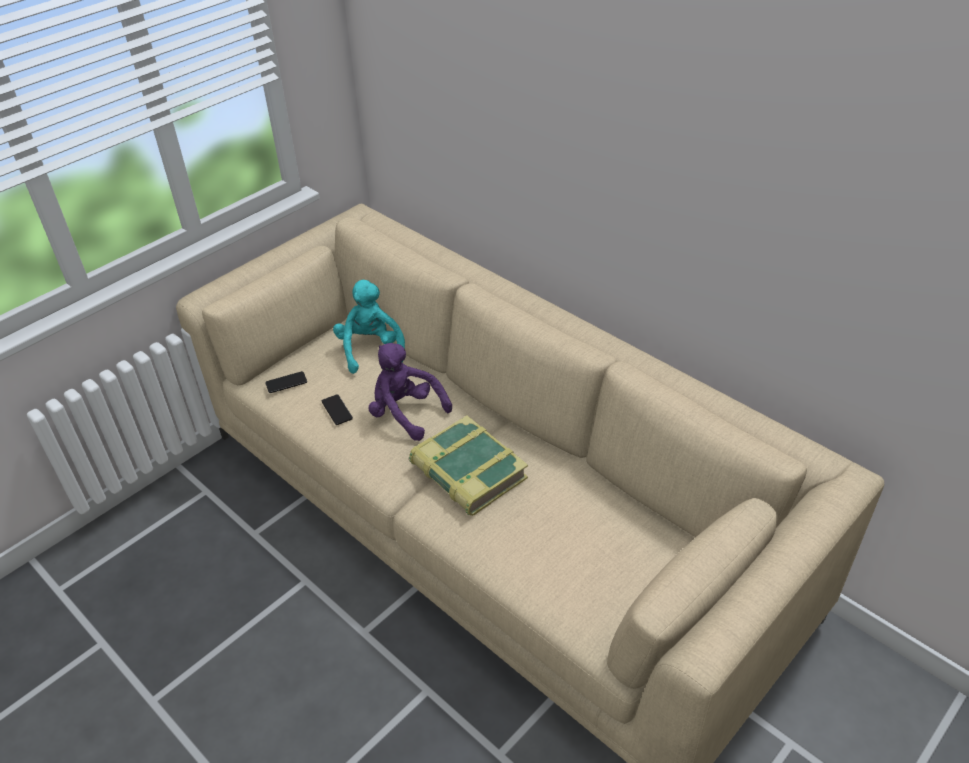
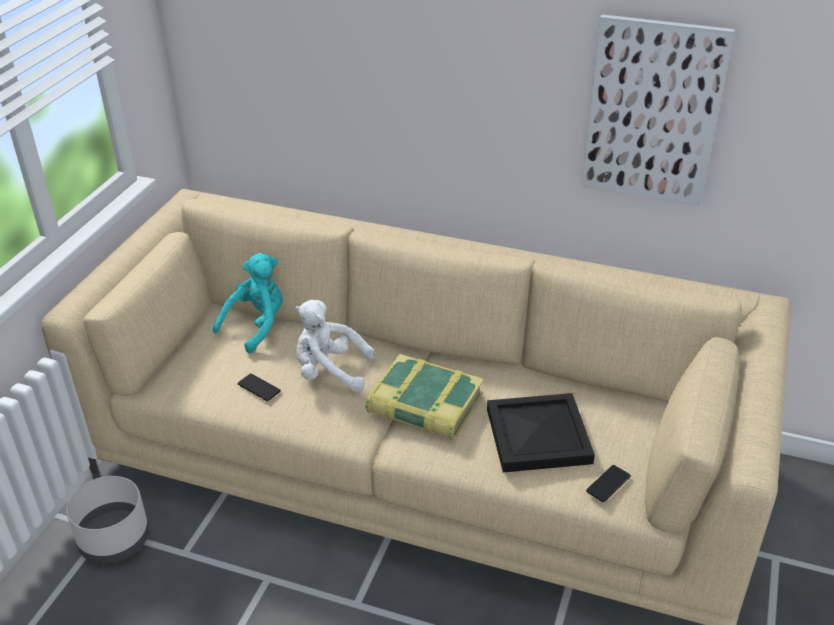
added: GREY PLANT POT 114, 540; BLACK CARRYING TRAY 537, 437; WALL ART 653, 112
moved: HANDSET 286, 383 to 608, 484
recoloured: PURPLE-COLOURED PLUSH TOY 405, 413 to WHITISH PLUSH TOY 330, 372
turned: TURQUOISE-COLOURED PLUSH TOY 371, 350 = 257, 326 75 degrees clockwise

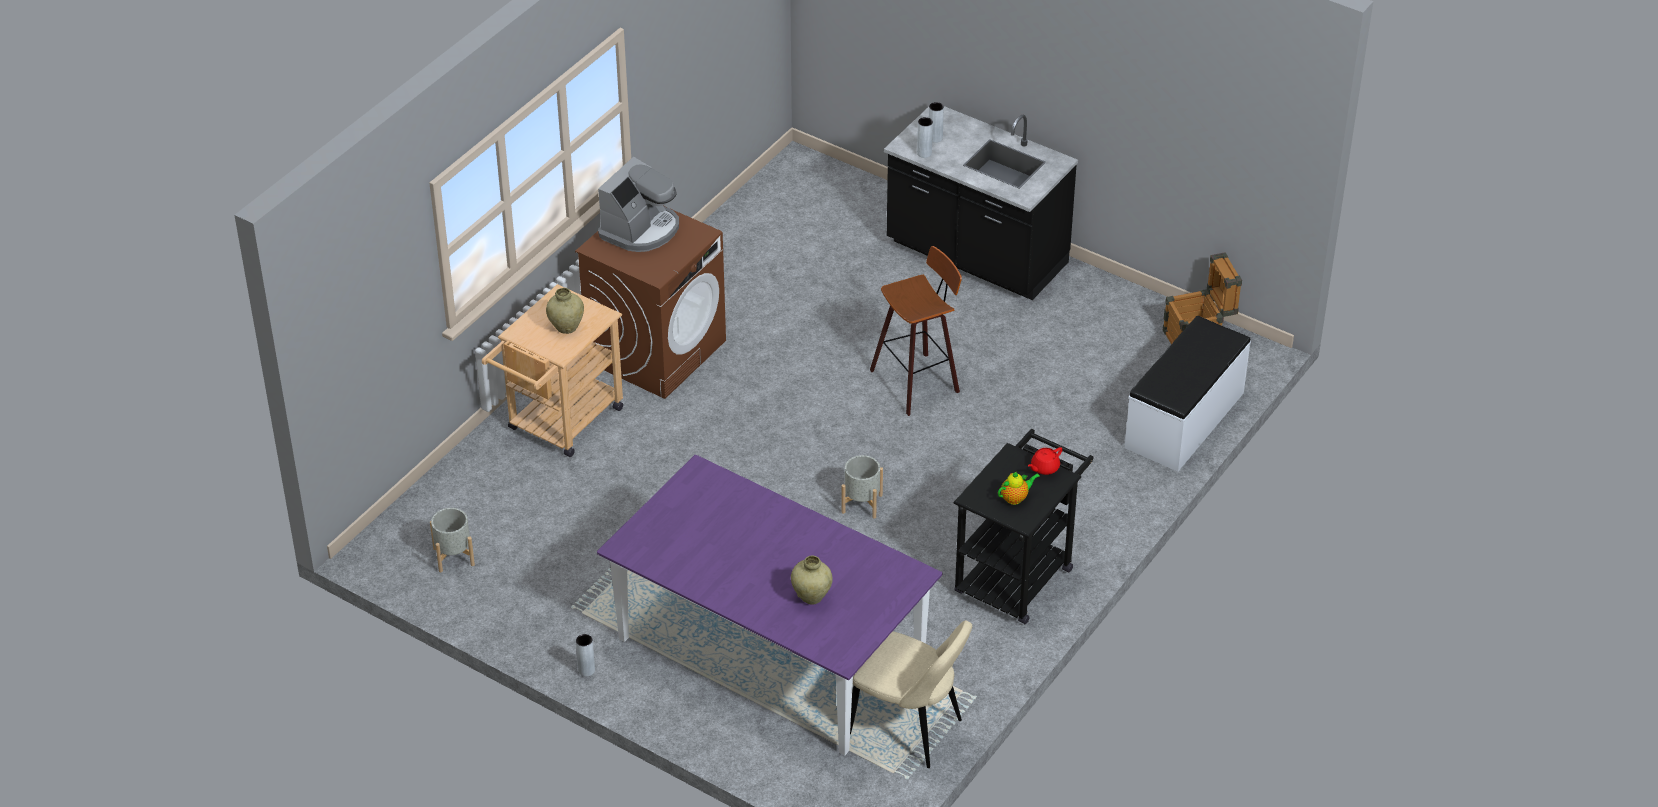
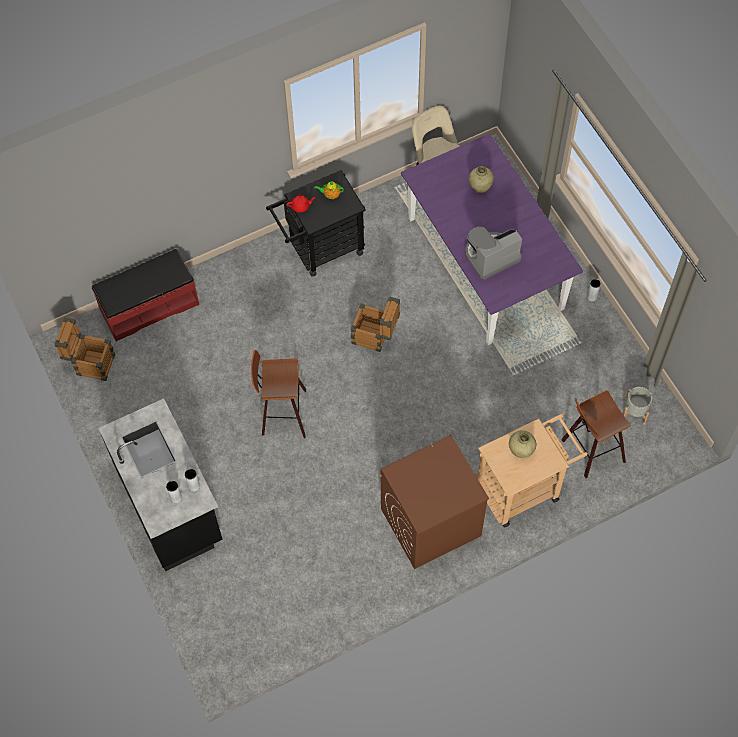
added: STOOL 590, 450
moved: COFFEE MACHINE 641, 230 to 490, 256
replaced: GREY PLANT POT 862, 504 to PACKING CRATE 375, 337
recoloured: WHITISH INDOOR BENCH 1185, 420 to RED-COLOURED INDOOR BENCH 149, 307

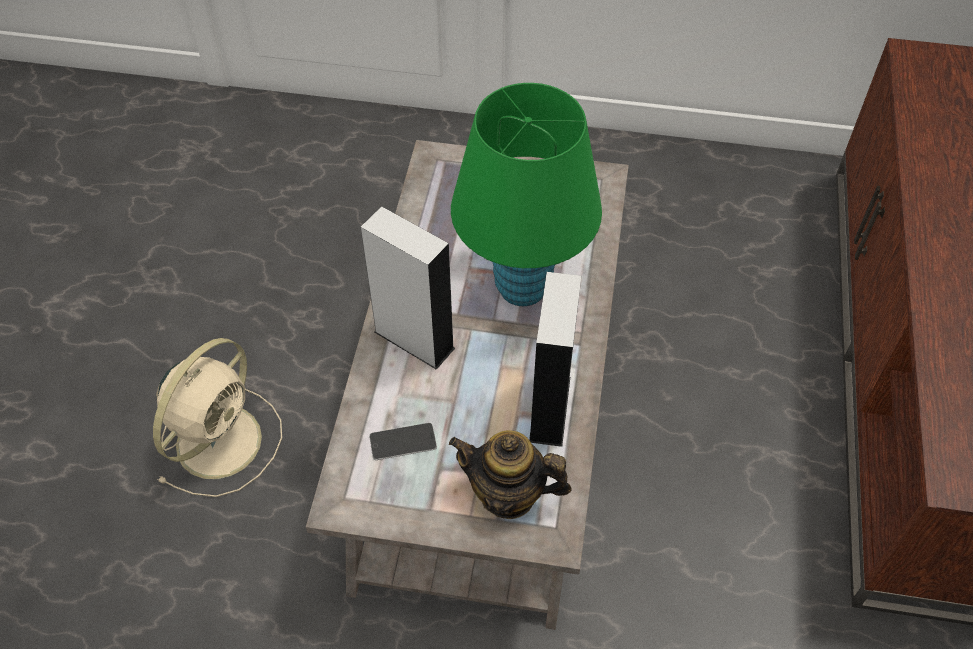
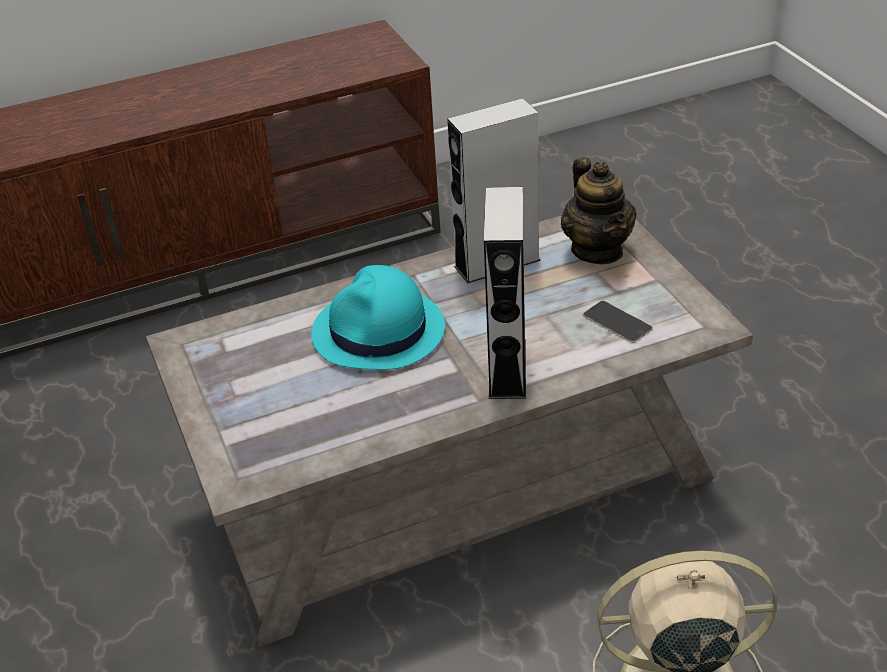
replaced: GREEN-COLOURED LAMP FOR A TABLE 522, 287 to TURQUOISE-COLOURED WEARABLE HAT 379, 332

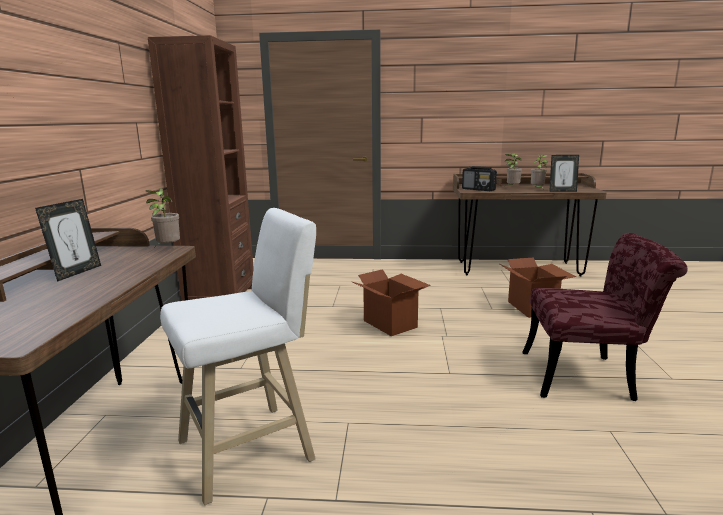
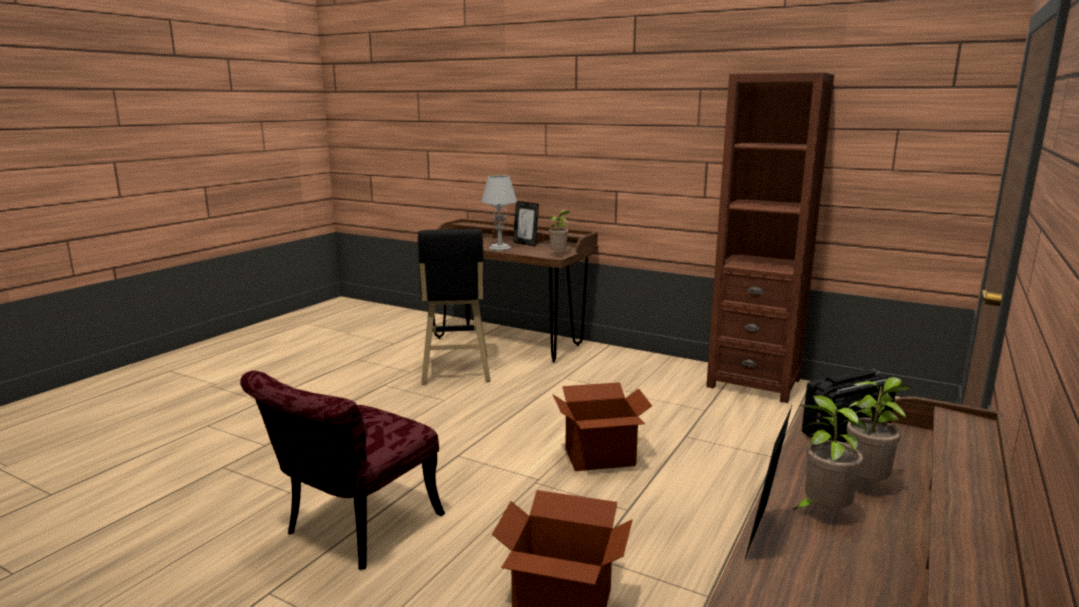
added: GREY LAMP FOR A TABLE 499, 248
recoloured: WHITISH STOOL 252, 448 to BLACK STOOL 455, 372

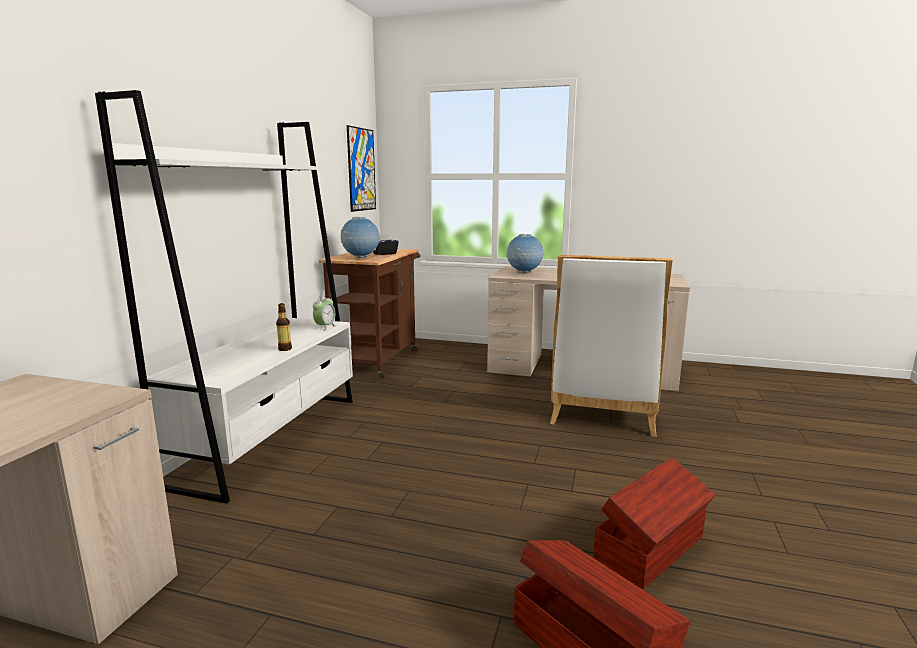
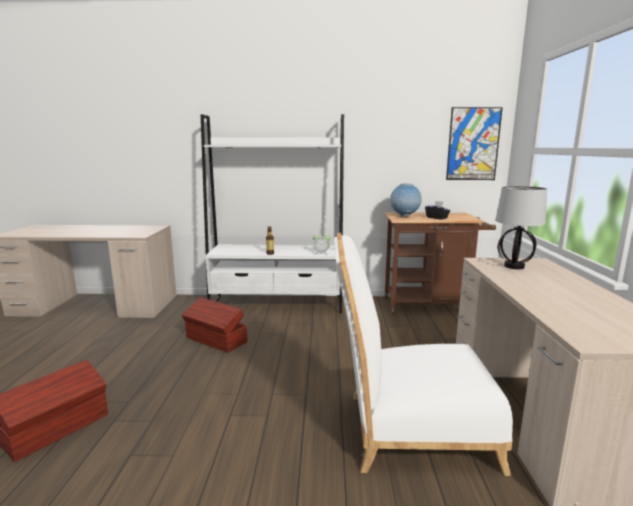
moved: BROWN-COLOURED STORAGE BOX 652, 548 to 216, 340
replaced: DESK GLOBE 524, 273 to LAMP FOR A TABLE 514, 266

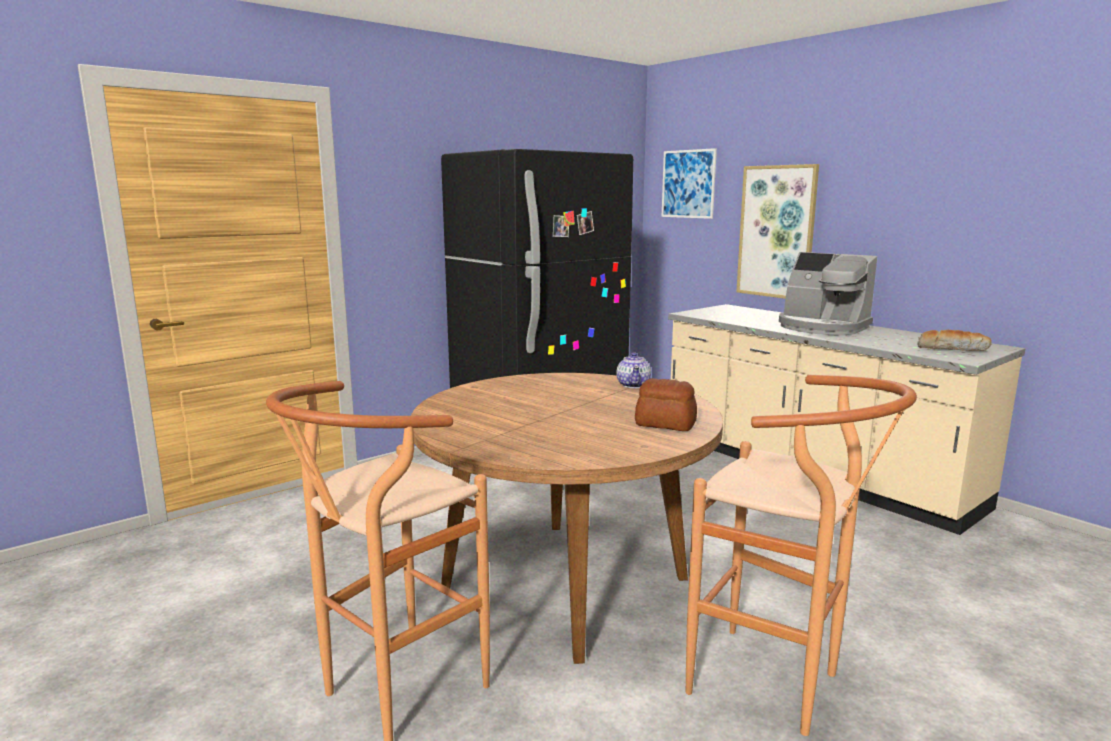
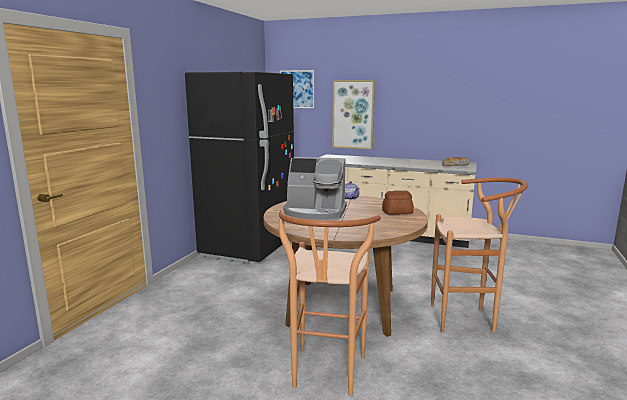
moved: COFFEE MACHINE 822, 327 to 315, 213

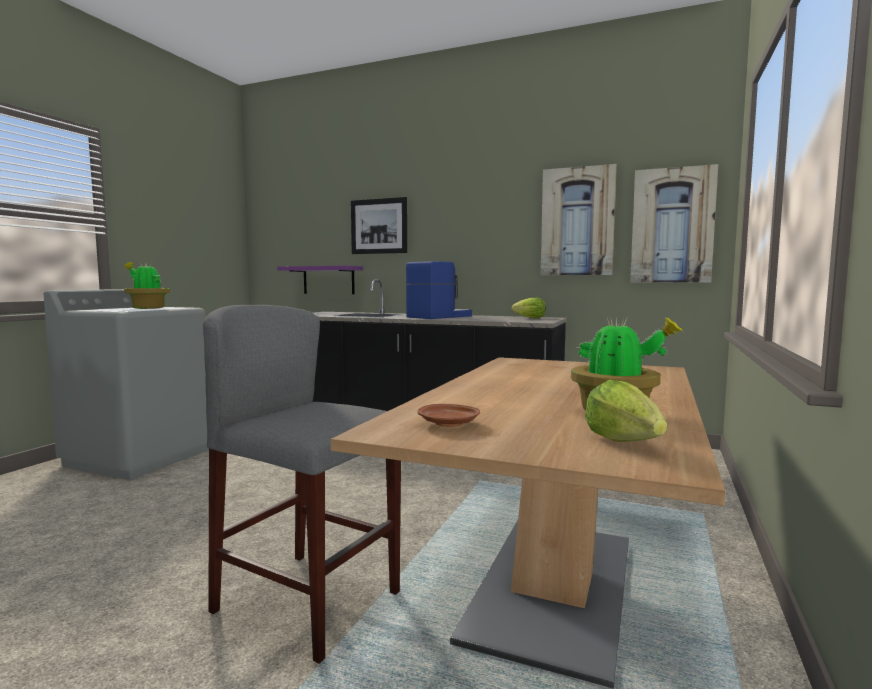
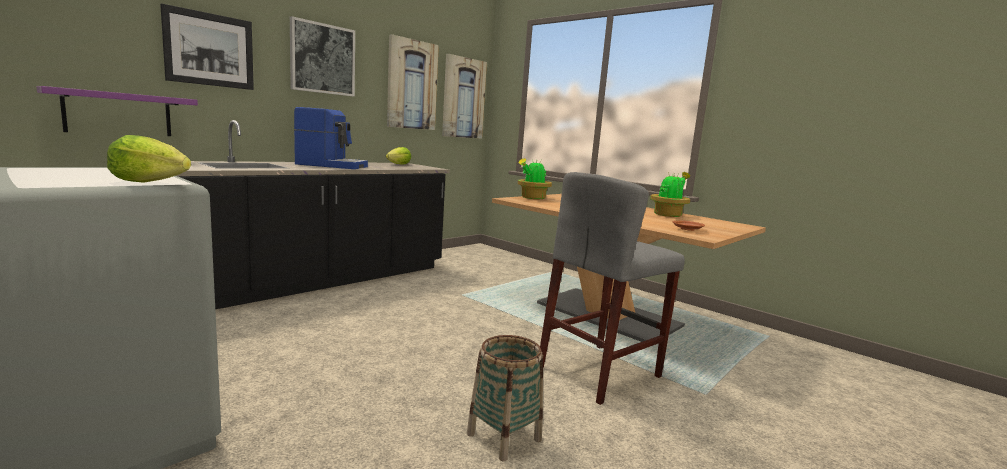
added: WALL ART 322, 59; HOUSEHOLD BASKET 504, 437
moved: HEAD OF LETTUCE 623, 441 to 149, 182; PLANT IN A POT 147, 308 to 532, 198
turned: COFFEE MACHINE 438, 316 = 331, 165 120 degrees clockwise

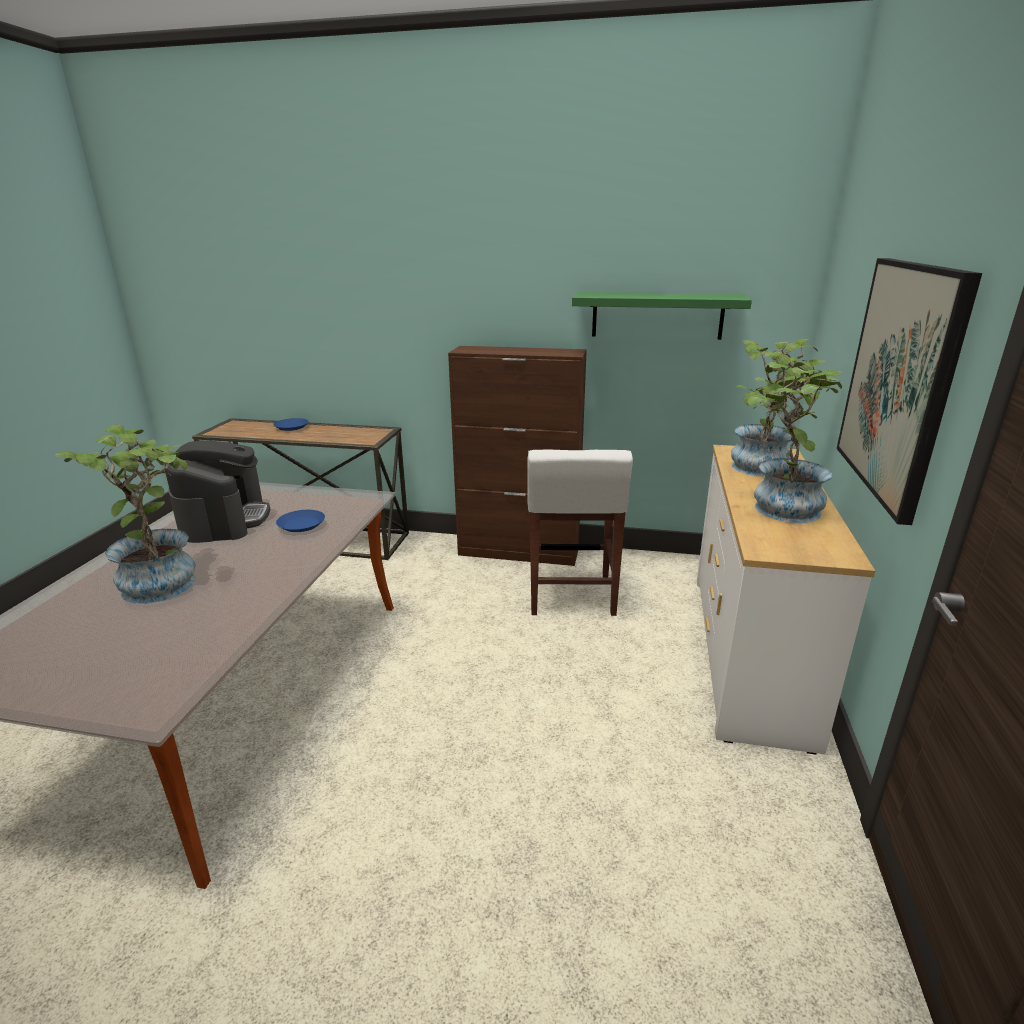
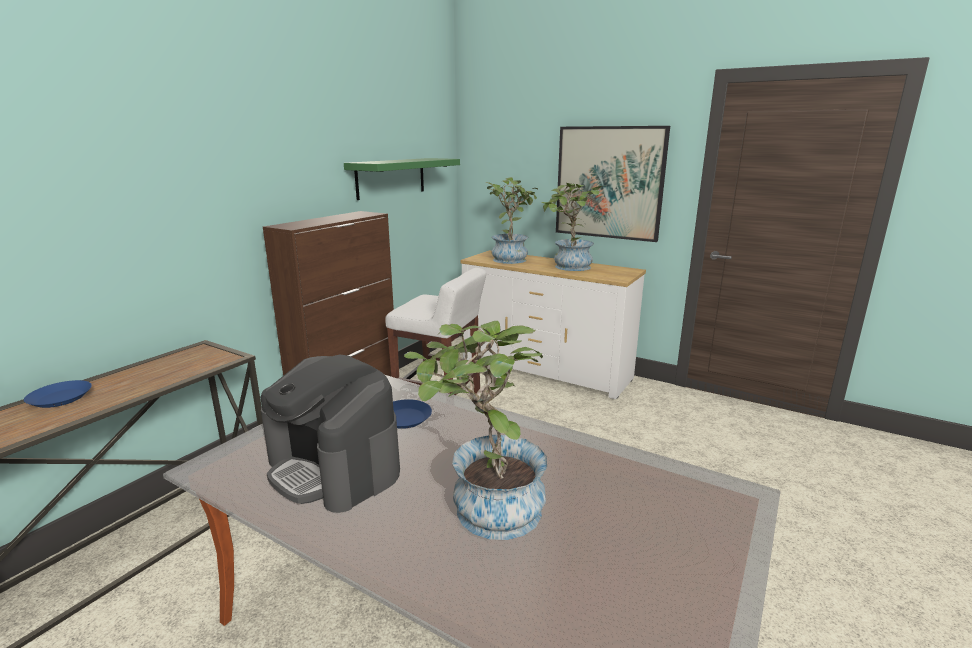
turned: COFFEE MACHINE 224, 519 = 334, 468 150 degrees counterclockwise

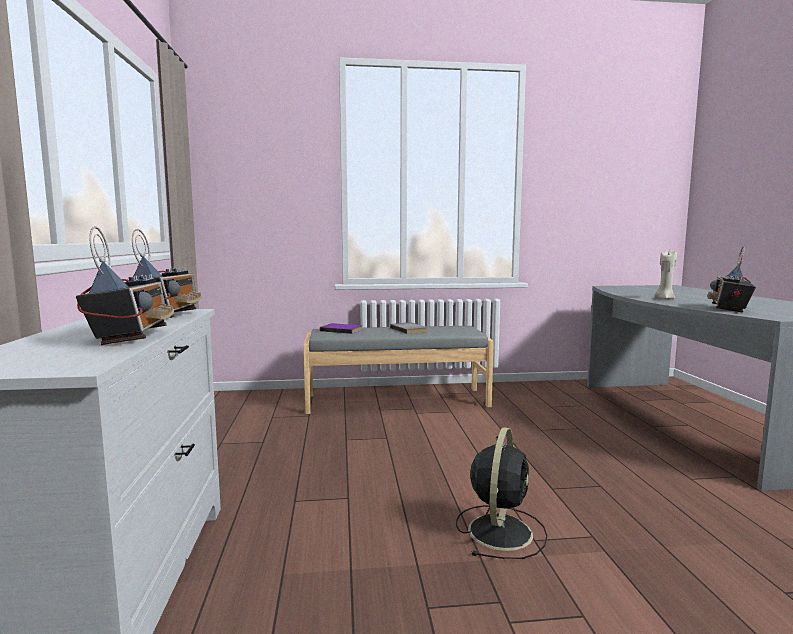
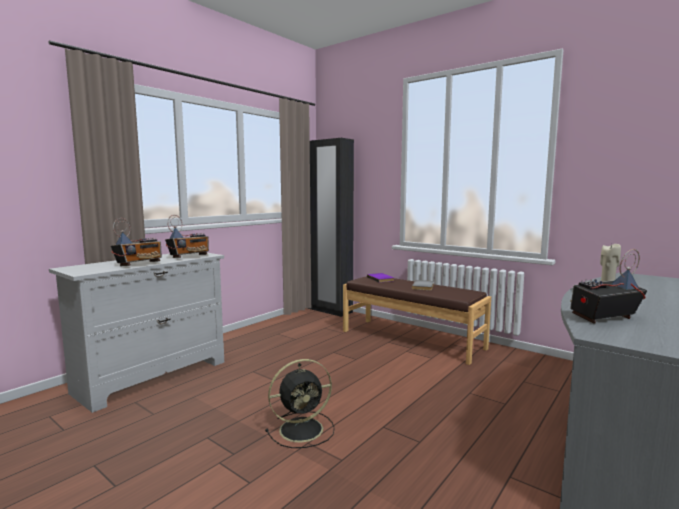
added: BLACK CLOTHES CUPBOARD 328, 310
recoloured: GREY INDOOR BENCH 396, 400 to BROWN-COLOURED INDOOR BENCH 411, 339

